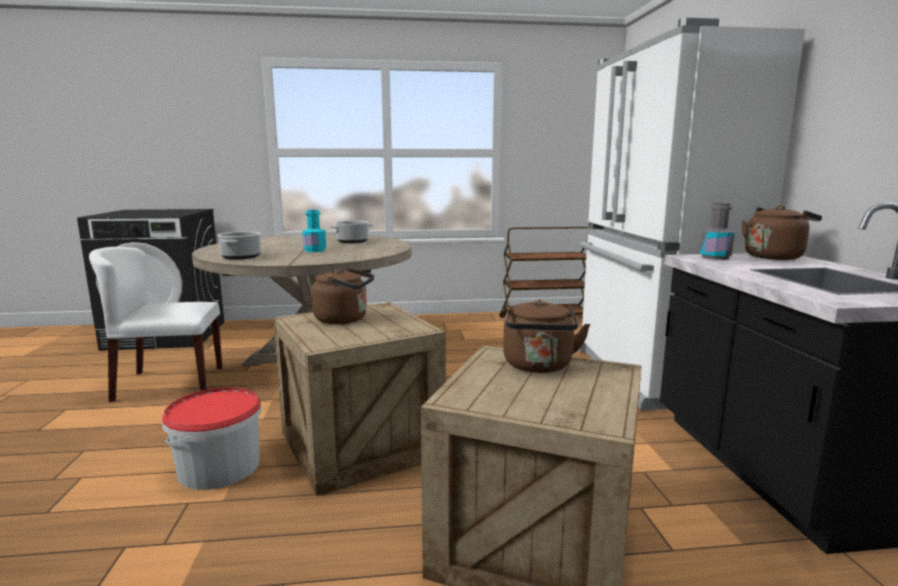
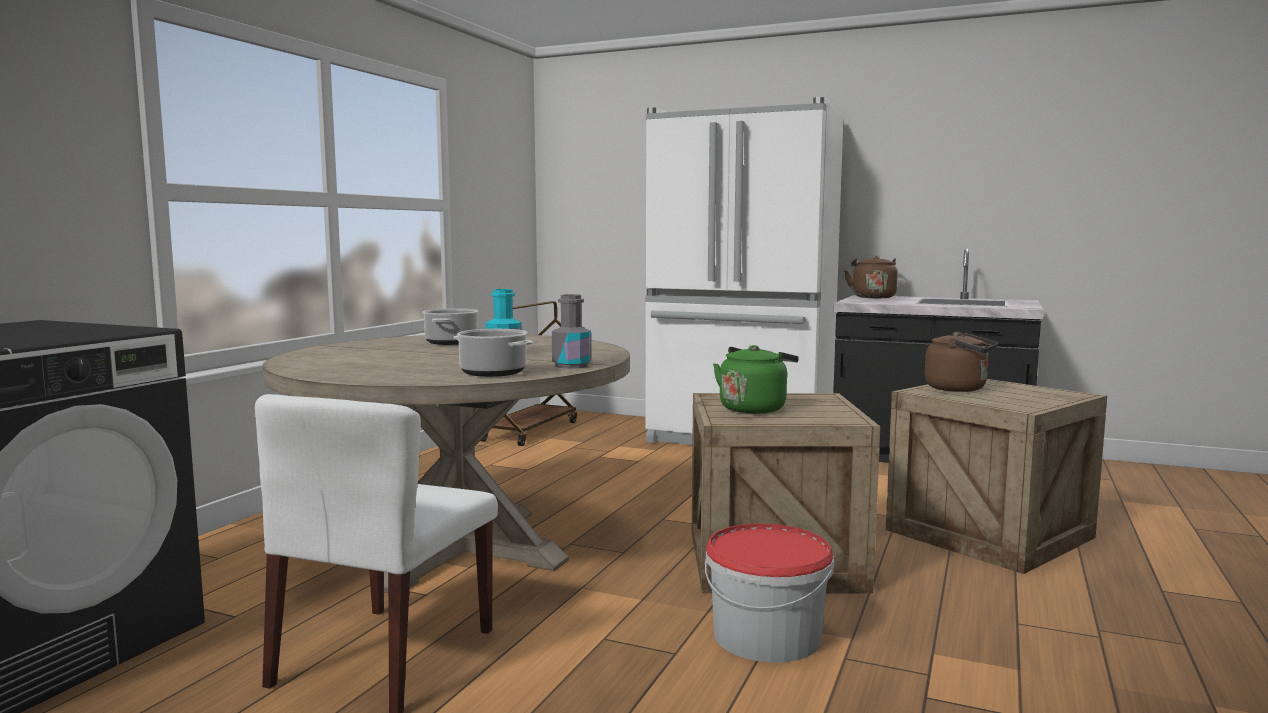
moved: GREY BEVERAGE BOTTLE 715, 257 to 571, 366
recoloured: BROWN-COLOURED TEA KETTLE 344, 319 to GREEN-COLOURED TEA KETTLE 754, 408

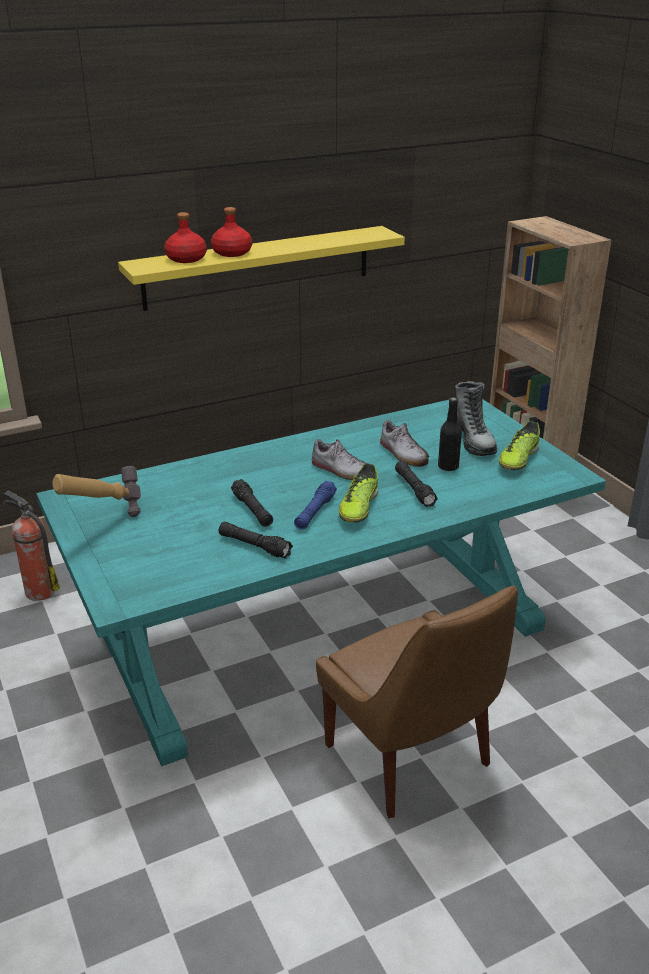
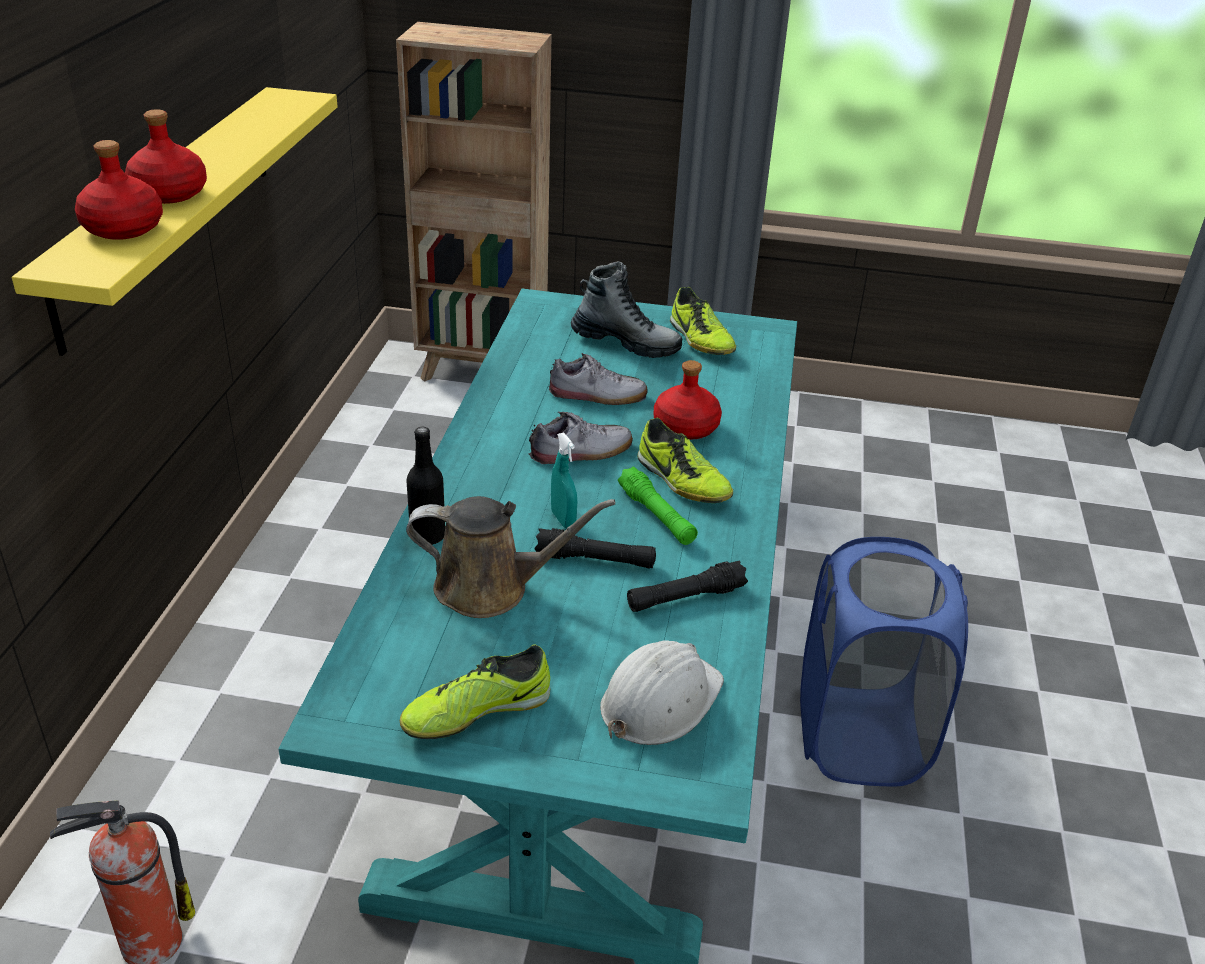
added: BROWN-COLOURED WATERING CAN 491, 588; TURQUOISE-COLOURED HAND SPRAYER 563, 519; WHITISH SAFETY HELMET 659, 700
moved: BLACK BEVERAGE BOTTLE 448, 467 to 428, 536
replaced: HAMMER 104, 525 to SHOE 476, 711; BLACK FLASHLIGHT 414, 489 to RED-COLOURED BEVERAGE BOTTLE 686, 428; BROWN-COLOURED PLAIN CHAIR 411, 759 to BLUE WASHING BASKET 860, 736
recoloured: BLUE FLASHLIGHT 315, 512 to GREEN-COLOURED FLASHLIGHT 657, 516

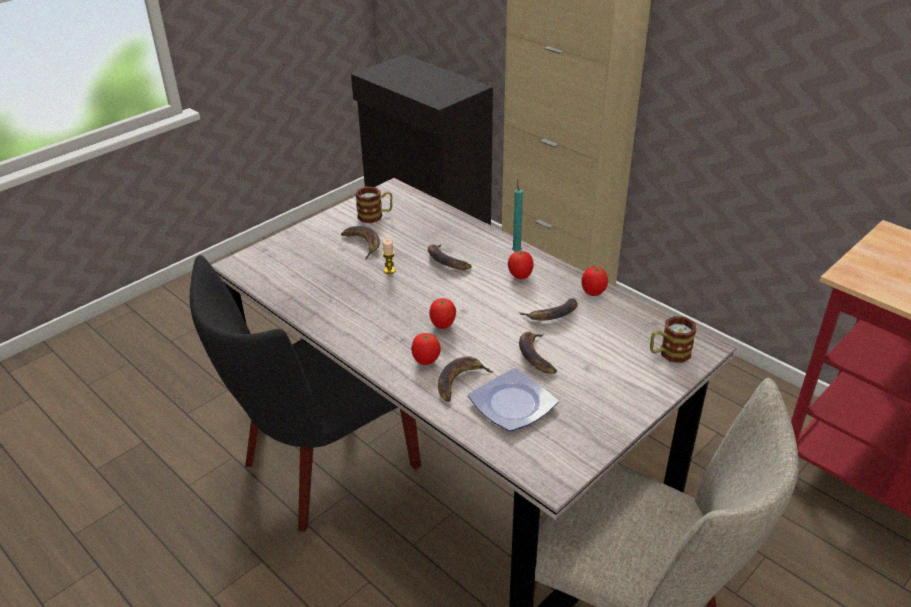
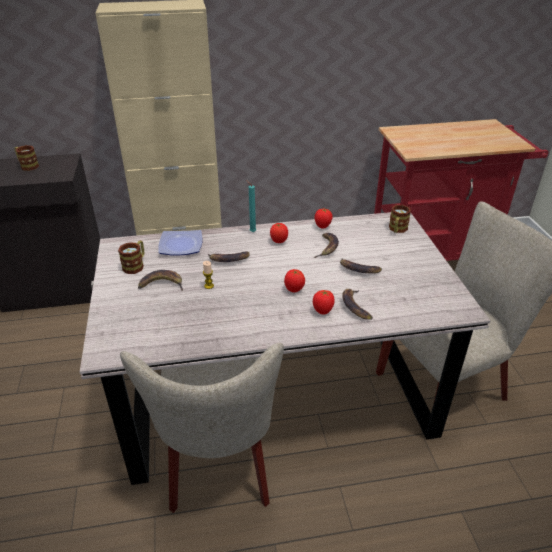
added: MUG 27, 166
moved: DINNER PLATE 512, 405 to 181, 246
recoloured: BLACK PLAIN CHAIR 321, 469 to SAND-COLOURED PLAIN CHAIR 220, 465

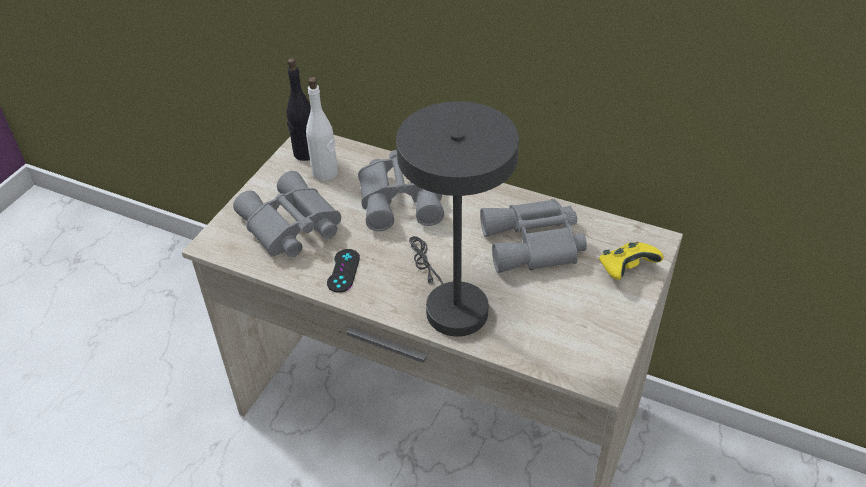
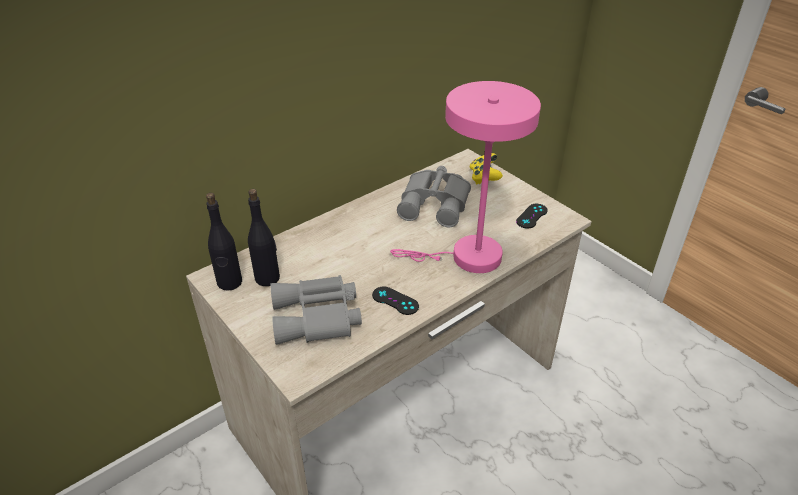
removed: GREY PAIR OF BINOCULARS 402, 198
added: BLACK GAMEPAD 532, 216
recoloured: WHITISH BEVERAGE BOTTLE 325, 173 to BLACK BEVERAGE BOTTLE 268, 278; GREY LAMP FOR A TABLE 450, 304 to PINKISH LAMP FOR A TABLE 467, 258

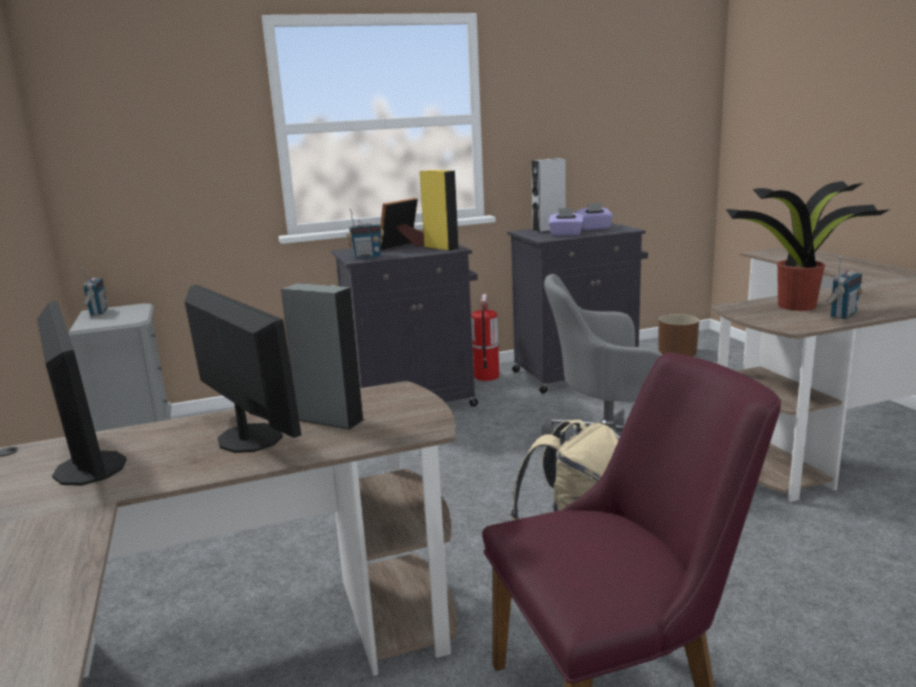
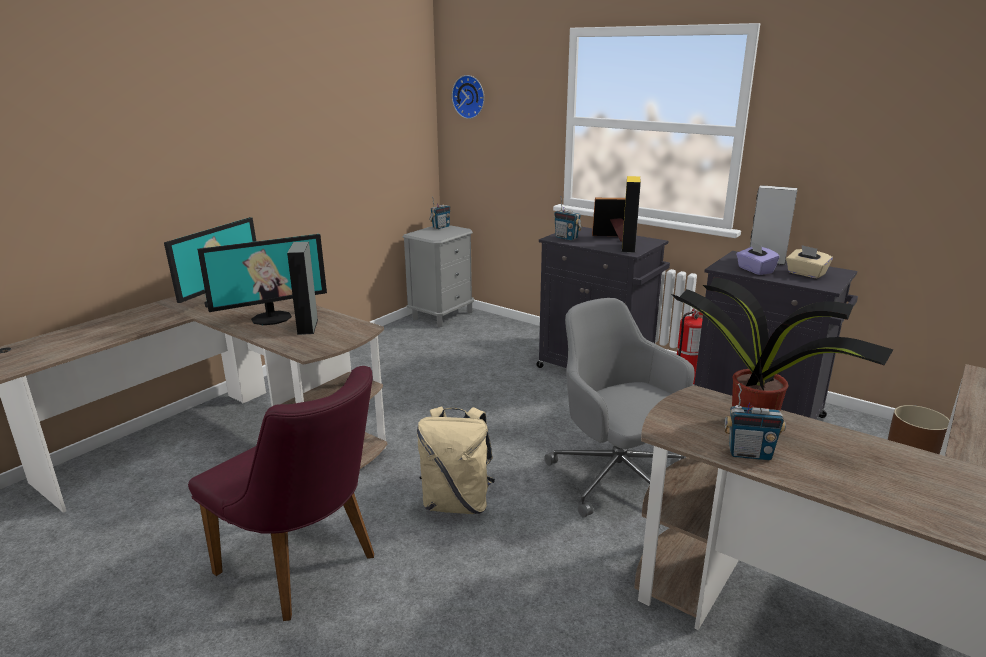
added: HANGING CLOCK 470, 96
recoloured: PURPLE-COLOURED BOX OF TISSUES 594, 228 to SAND-COLOURED BOX OF TISSUES 806, 274
turned: COMPUTER SCREEN 248, 438 = 271, 318 45 degrees clockwise

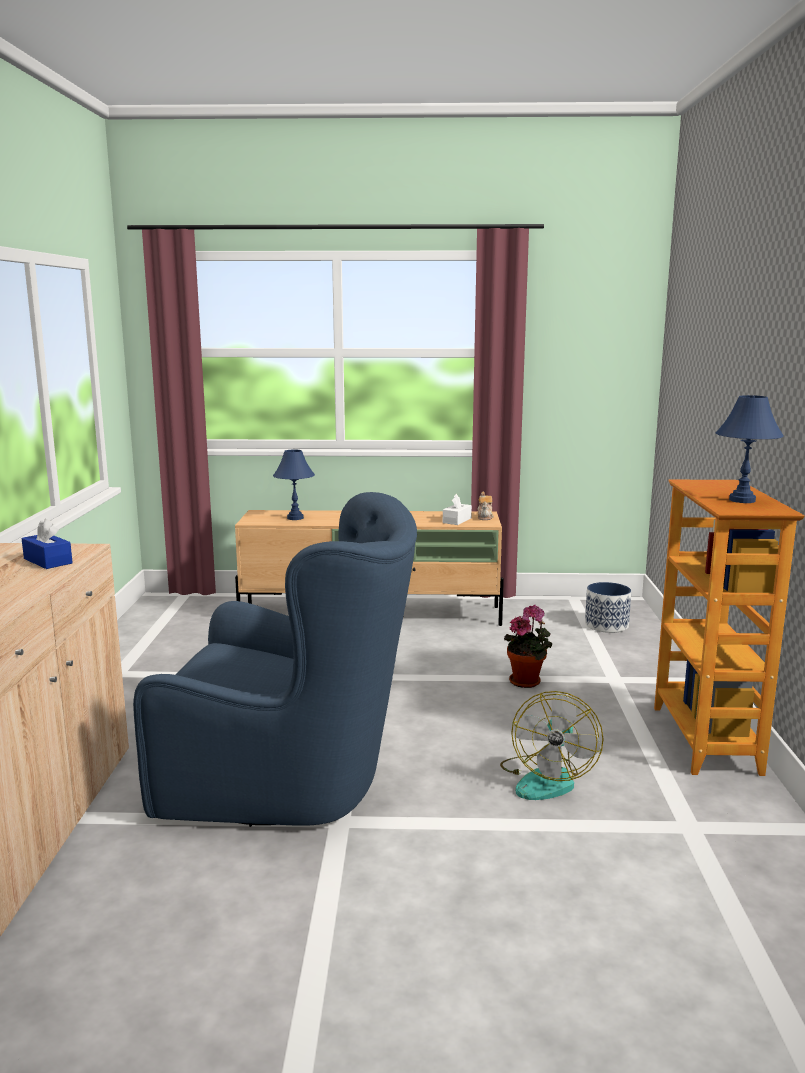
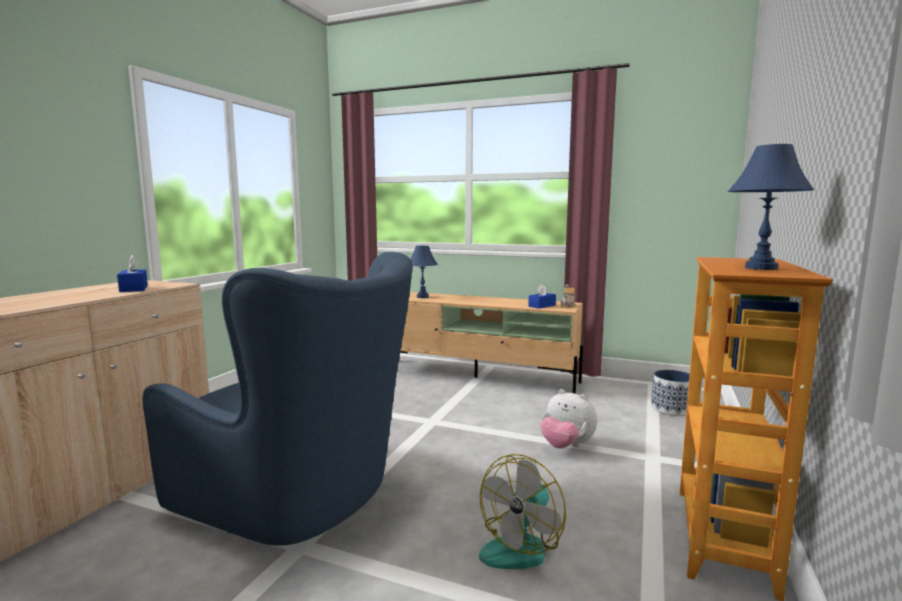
replaced: PLANT IN A POT 527, 681 to PLUSH TOY 566, 446
recoloured: WHITISH BOX OF TISSUES 457, 520 to BLUE BOX OF TISSUES 542, 306

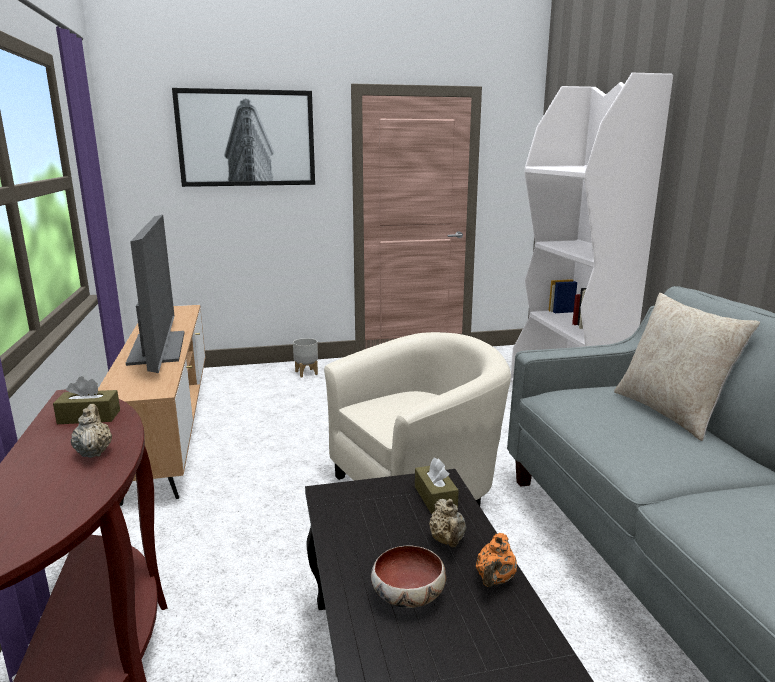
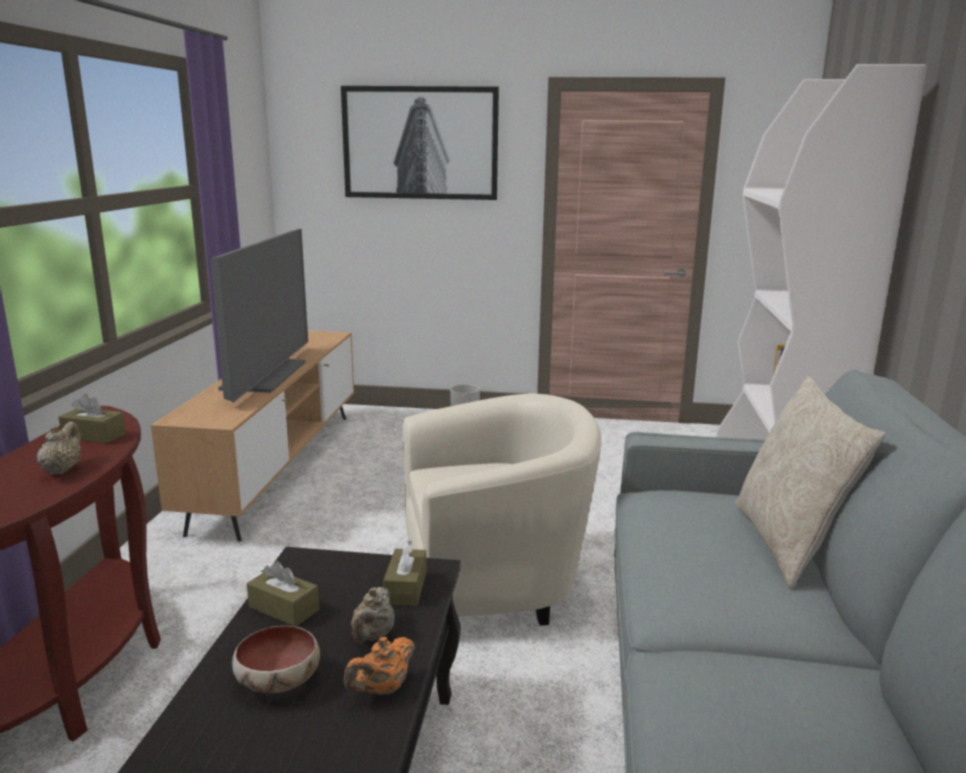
added: BROWN-COLOURED BOX OF TISSUES 284, 608

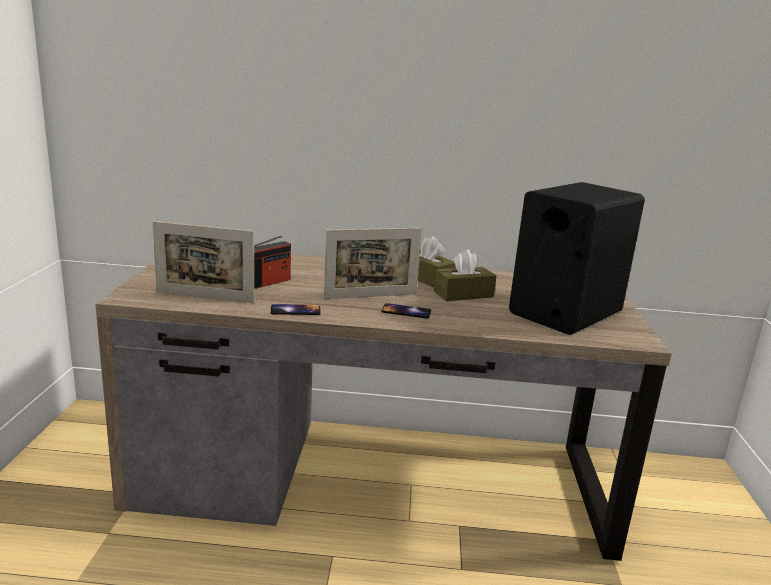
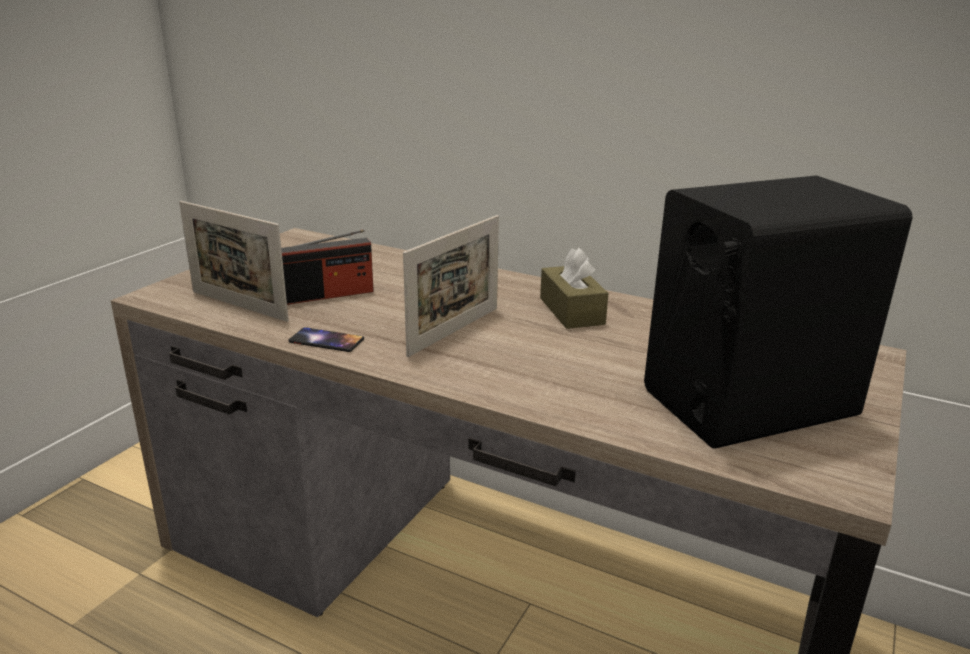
removed: HANDSET 406, 311; BROWN-COLOURED BOX OF TISSUES 463, 294
turned: STANDING FRAME 371, 296 = 454, 331 60 degrees counterclockwise

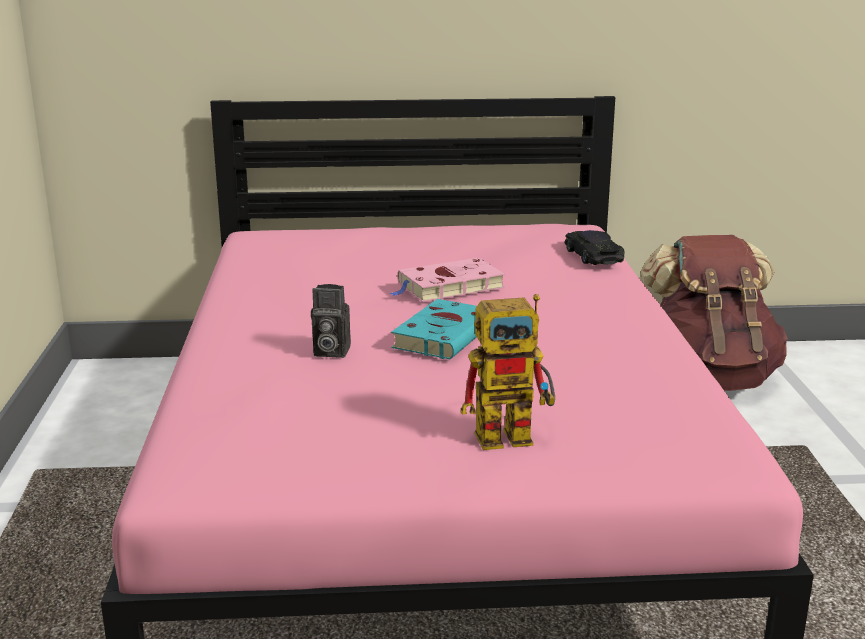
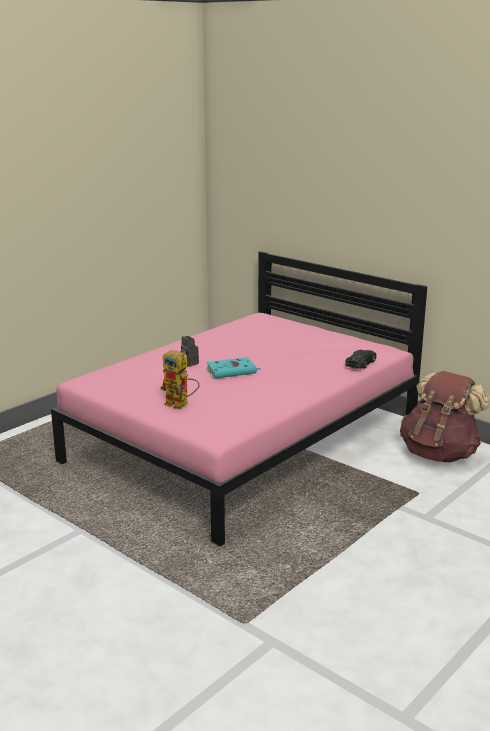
removed: PINKISH BOOK 448, 287

